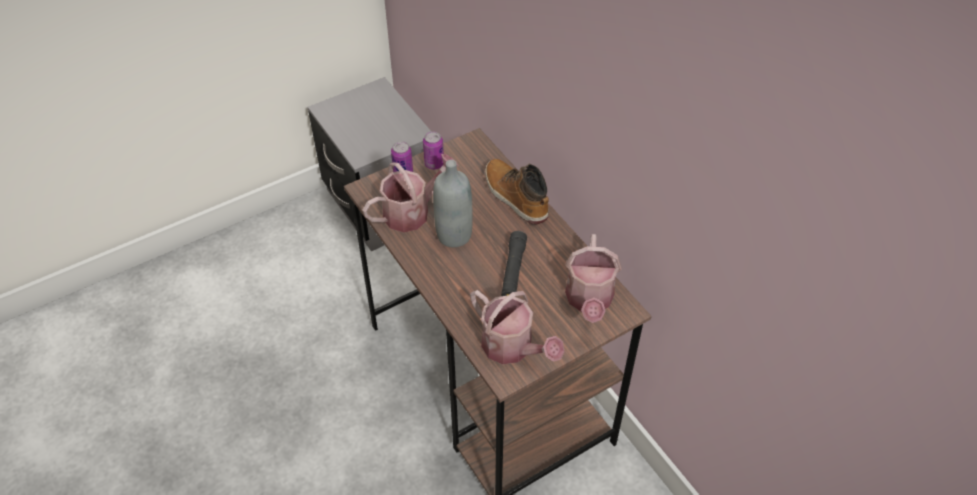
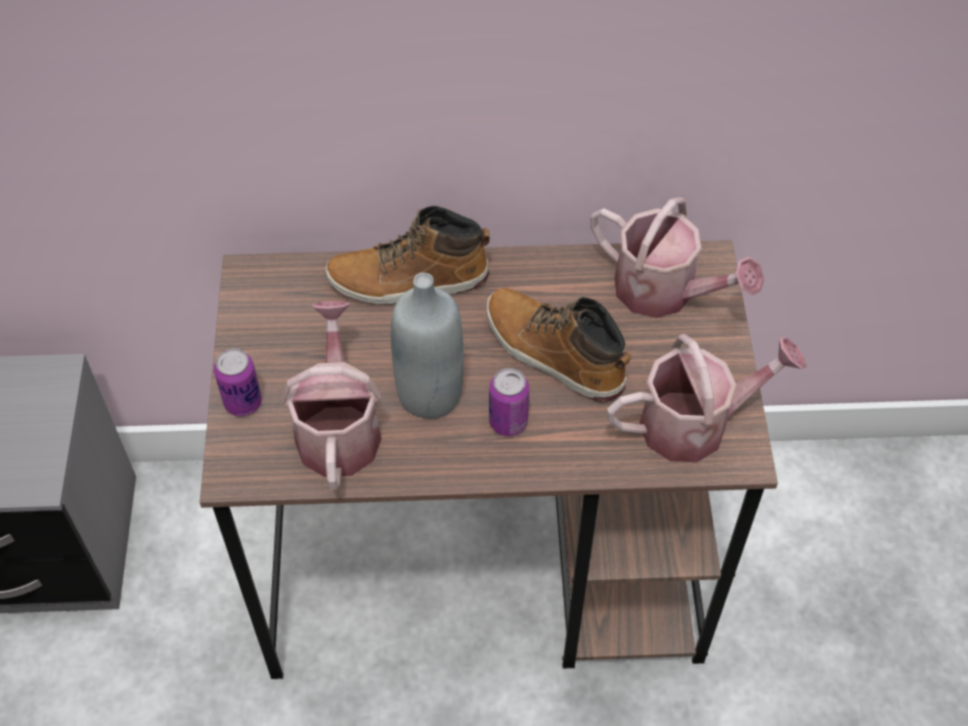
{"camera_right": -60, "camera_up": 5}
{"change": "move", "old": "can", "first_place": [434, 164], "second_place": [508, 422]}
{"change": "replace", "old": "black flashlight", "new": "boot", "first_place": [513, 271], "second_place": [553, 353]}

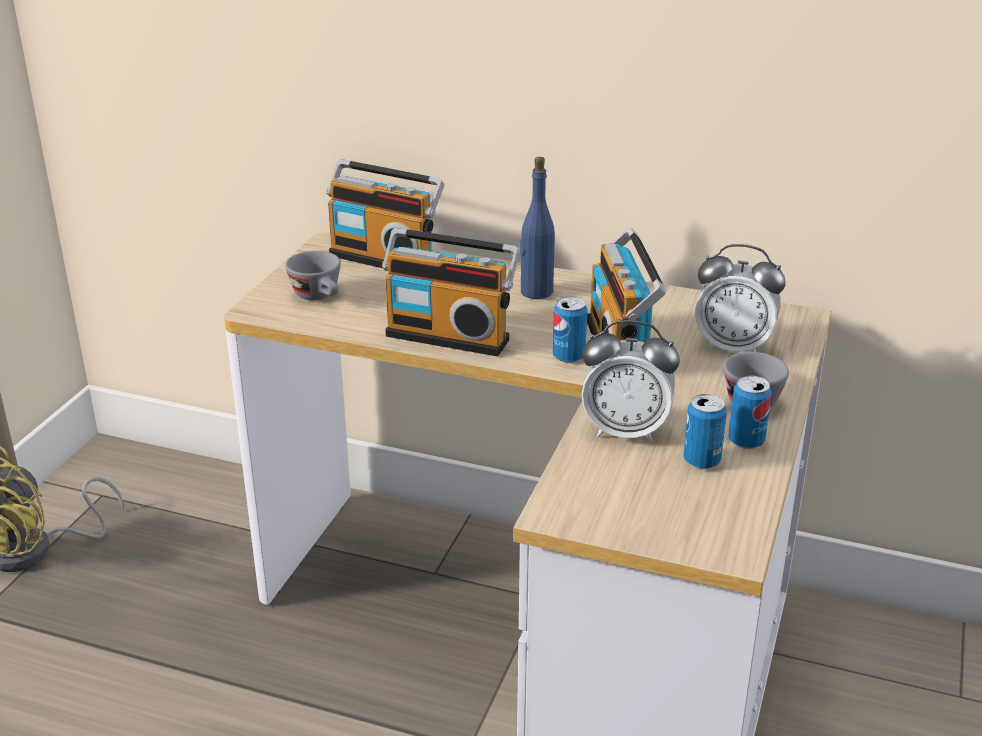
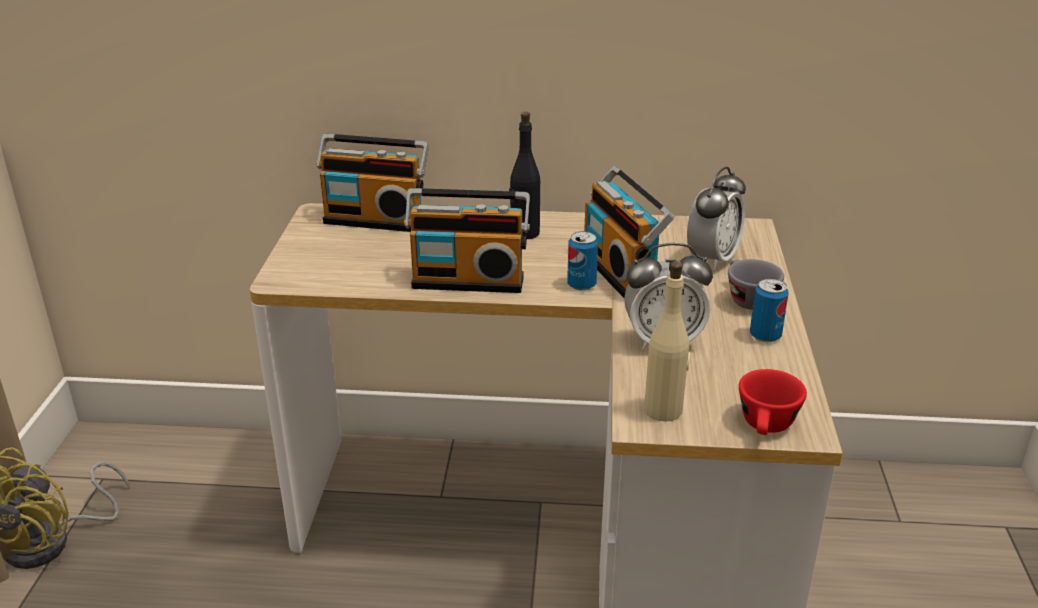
{"camera_right": -15, "camera_up": 0}
{"change": "delete", "old": "grey cup", "first_place": [320, 296]}
{"change": "delete", "old": "can", "first_place": [701, 461]}
{"change": "insert", "new": "beige bottle", "second_place": [664, 410]}
{"change": "insert", "new": "red cup", "second_place": [767, 427]}
{"change": "recolor", "old": "blue bottle", "new": "black bottle", "first_place": [536, 292], "second_place": [524, 233]}
{"change": "rotate", "old": "alarm clock", "first_place": [733, 347], "second_place": [712, 259], "degrees": -60}

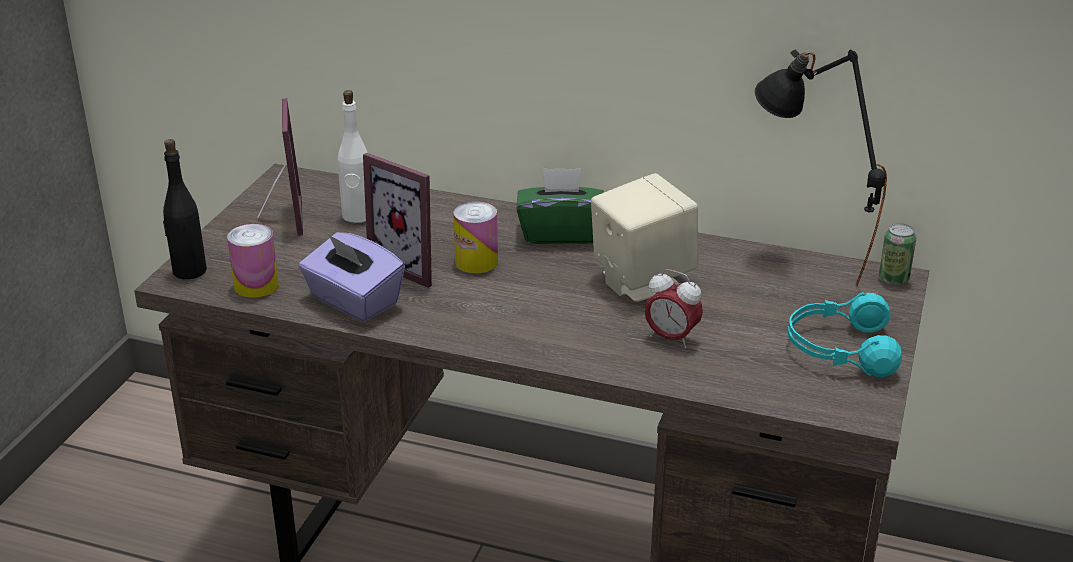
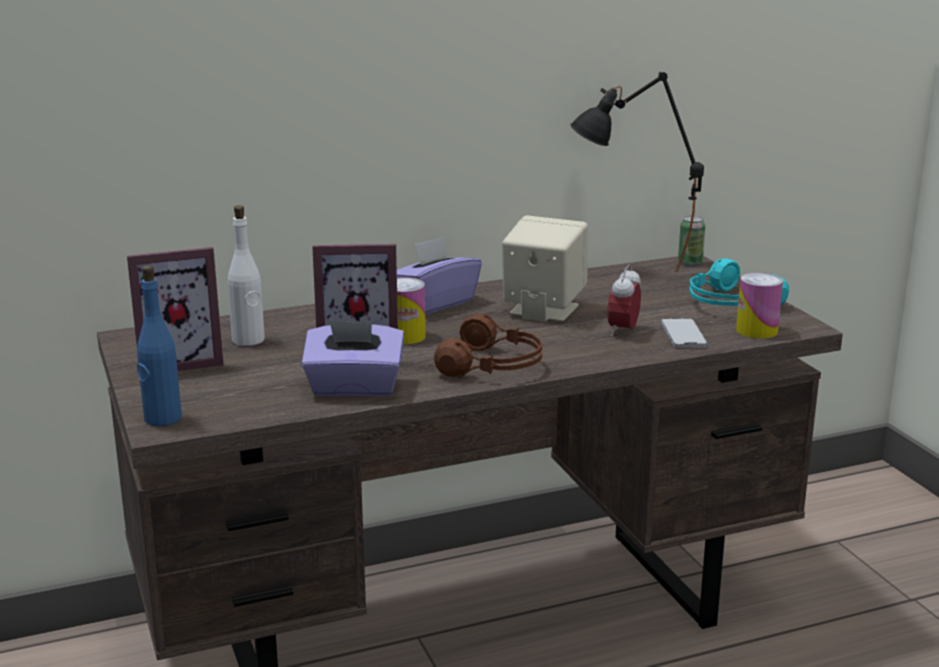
{"camera_right": -40, "camera_up": -10}
{"change": "insert", "new": "brown headphones", "second_place": [493, 366]}
{"change": "insert", "new": "phone", "second_place": [683, 334]}
{"change": "move", "old": "can", "first_place": [256, 285], "second_place": [756, 330]}
{"change": "recolor", "old": "black bottle", "new": "blue bottle", "first_place": [189, 271], "second_place": [162, 419]}
{"change": "recolor", "old": "green tissue box", "new": "purple tissue box", "first_place": [561, 233], "second_place": [434, 303]}
{"change": "rotate", "old": "picture frame", "first_place": [280, 218], "second_place": [179, 362], "degrees": 120}
{"change": "rotate", "old": "alarm clock", "first_place": [671, 338], "second_place": [623, 331], "degrees": 120}

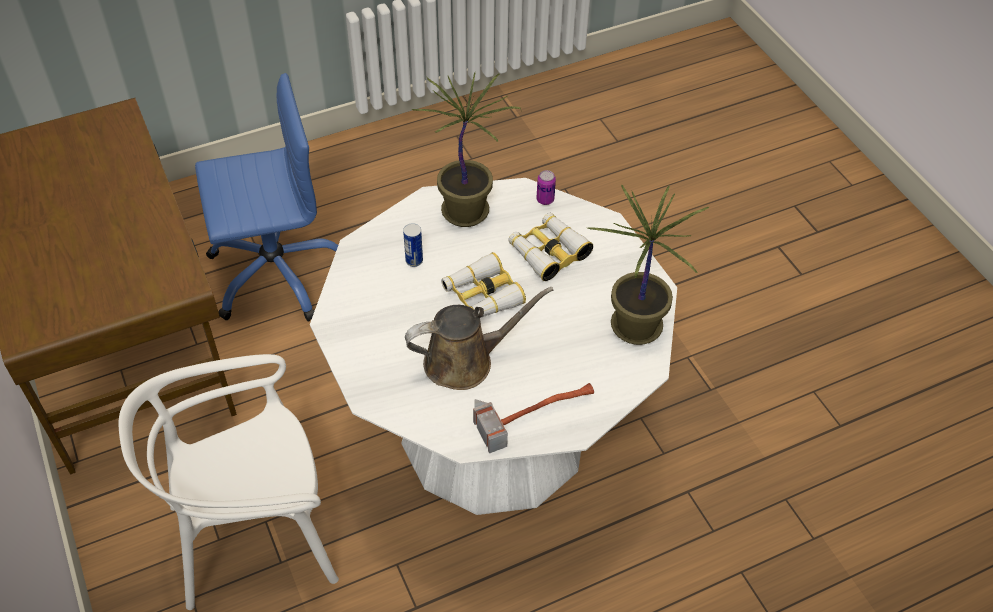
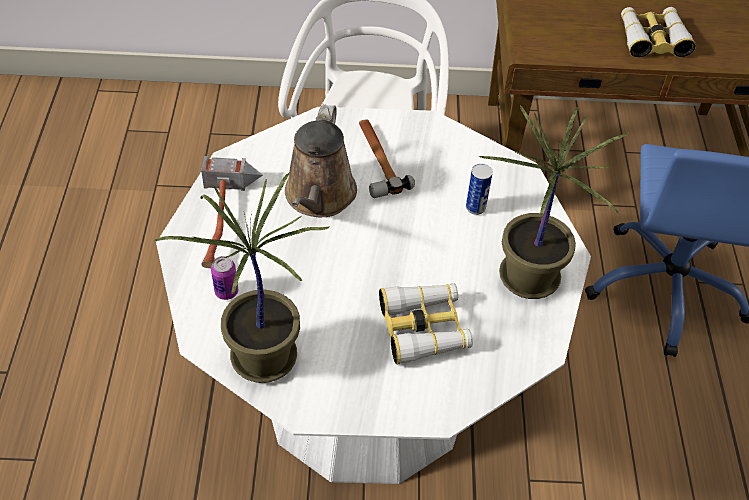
{"camera_right": 115, "camera_up": 0}
{"change": "insert", "new": "hammer", "second_place": [377, 160]}
{"change": "move", "old": "binoculars", "first_place": [482, 296], "second_place": [652, 39]}
{"change": "move", "old": "can", "first_place": [545, 200], "second_place": [226, 291]}

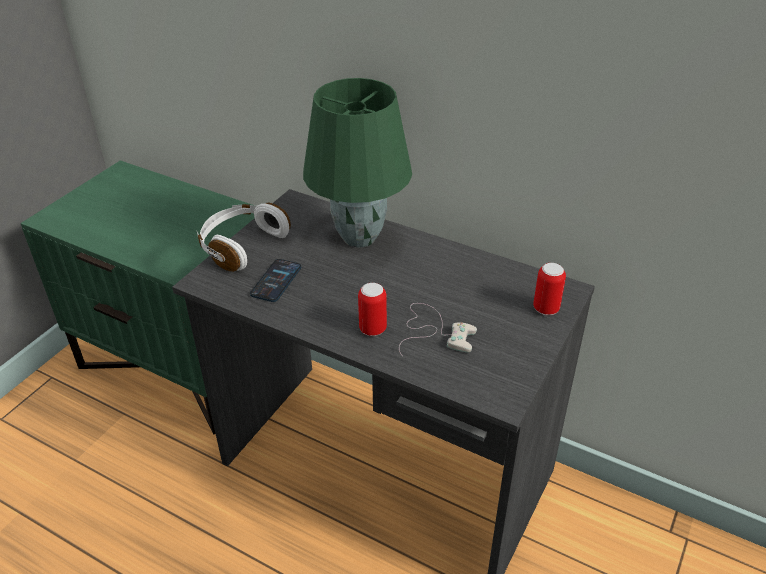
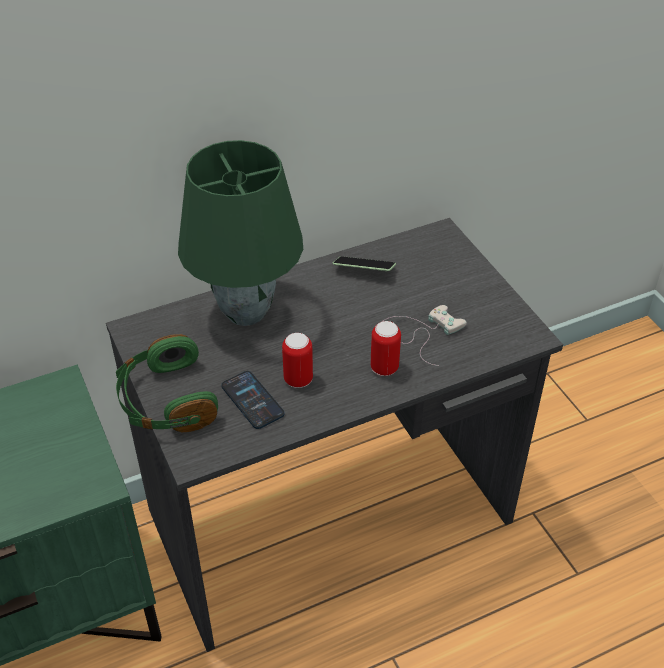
{"camera_right": -55, "camera_up": 5}
{"change": "insert", "new": "phone", "second_place": [364, 270]}
{"change": "move", "old": "can", "first_place": [546, 308], "second_place": [298, 379]}
{"change": "recolor", "old": "white headphones", "new": "green headphones", "first_place": [241, 245], "second_place": [166, 401]}

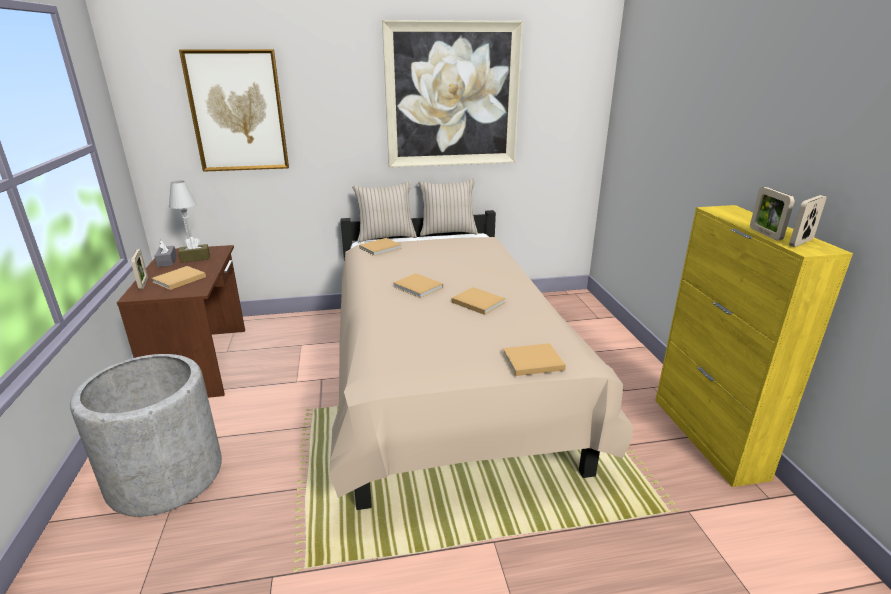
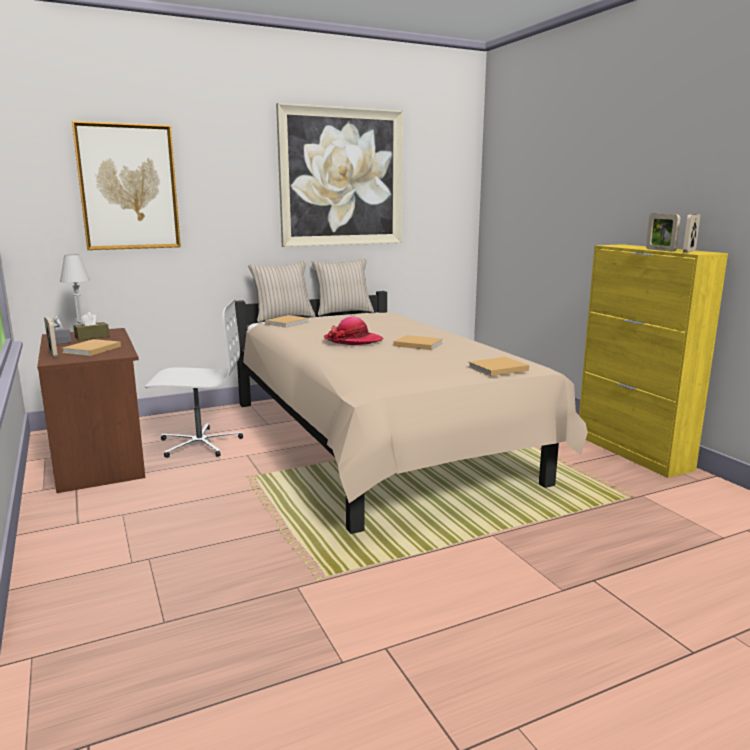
{"camera_right": -15, "camera_up": -10}
{"change": "delete", "old": "grey planter", "first_place": [165, 476]}
{"change": "insert", "new": "white office chair", "second_place": [199, 443]}
{"change": "replace", "old": "beige book", "new": "hat", "first_place": [419, 287], "second_place": [353, 340]}

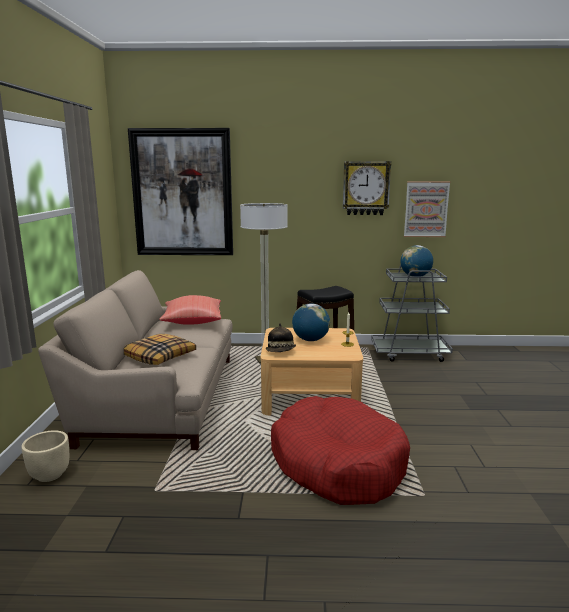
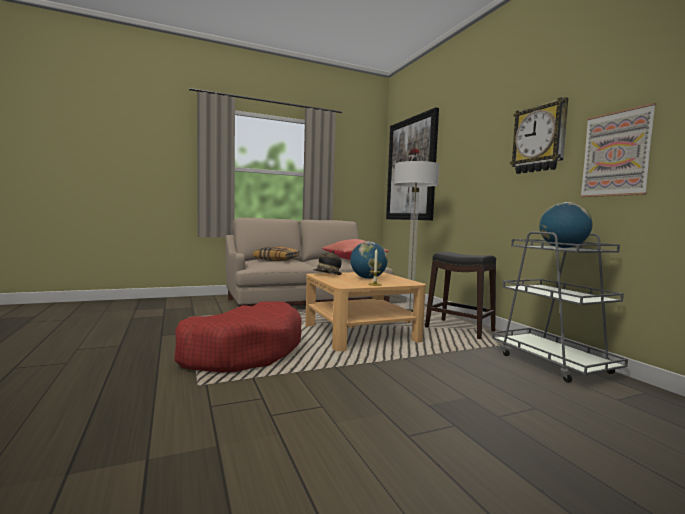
{"camera_right": 65, "camera_up": -10}
{"change": "delete", "old": "beige planter", "first_place": [49, 474]}

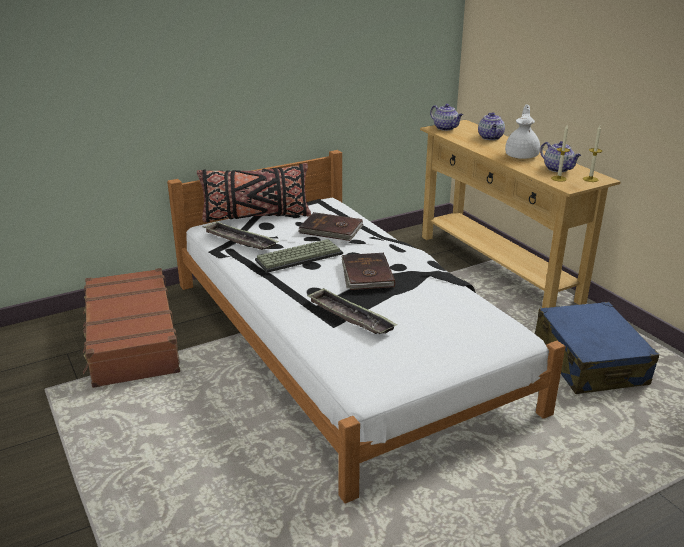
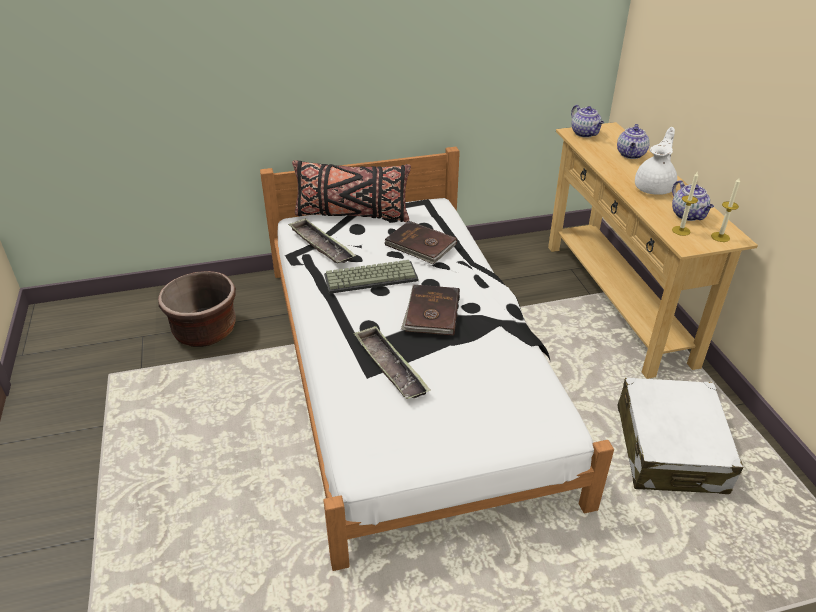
{"camera_right": 15, "camera_up": 10}
{"change": "replace", "old": "brown suitcase", "new": "brown planter", "first_place": [131, 340], "second_place": [205, 331]}
{"change": "recolor", "old": "blue suitcase", "new": "white suitcase", "first_place": [589, 362], "second_place": [670, 449]}

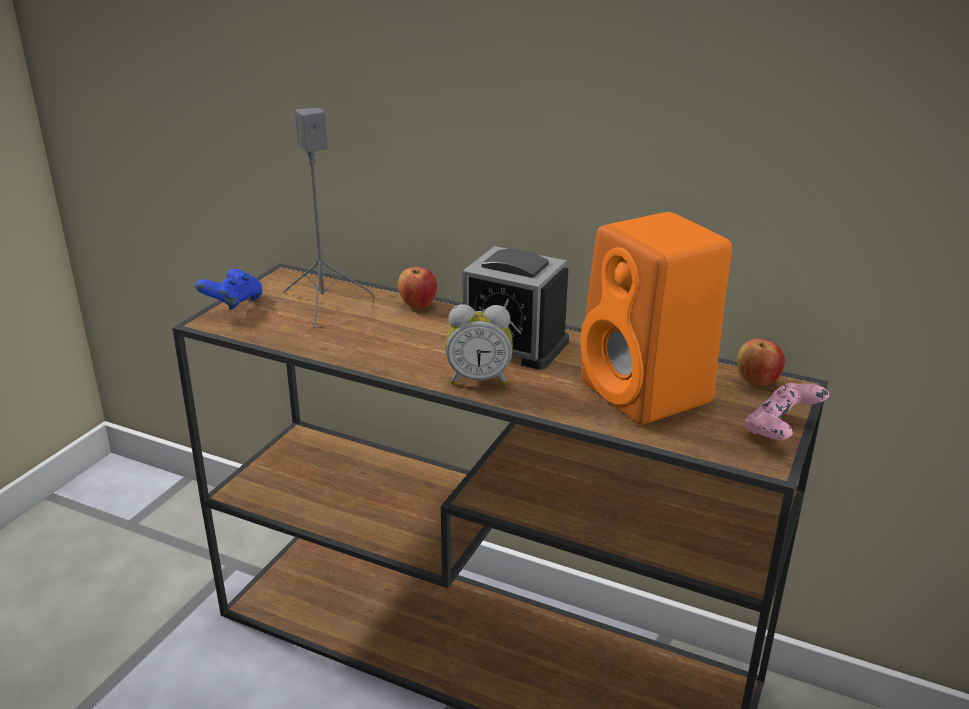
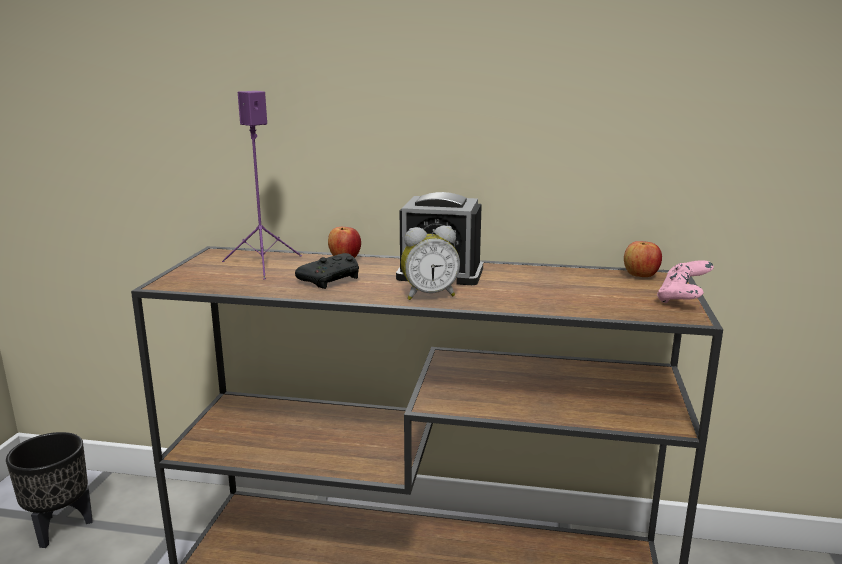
{"camera_right": -15, "camera_up": -10}
{"change": "delete", "old": "blue game controller", "first_place": [233, 304]}
{"change": "delete", "old": "orange speaker", "first_place": [649, 394]}
{"change": "insert", "new": "black planter", "second_place": [59, 529]}
{"change": "insert", "new": "black game controller", "second_place": [332, 280]}
{"change": "recolor", "old": "grey speaker", "new": "purple speaker", "first_place": [324, 304], "second_place": [263, 265]}

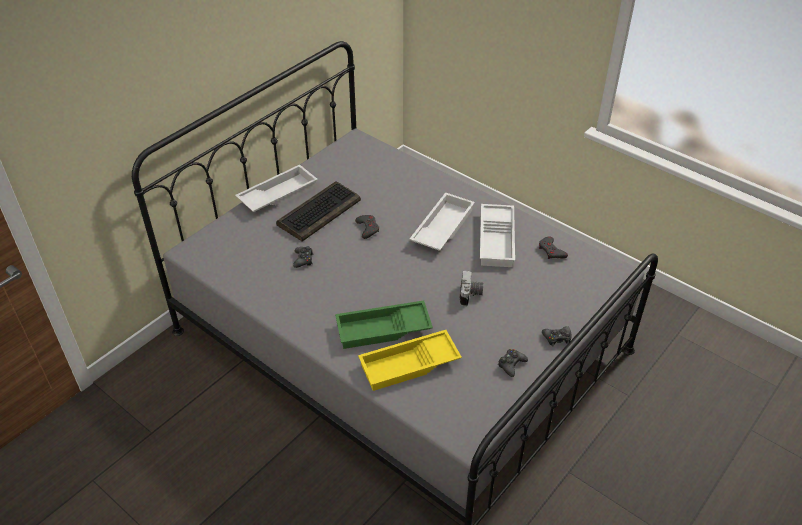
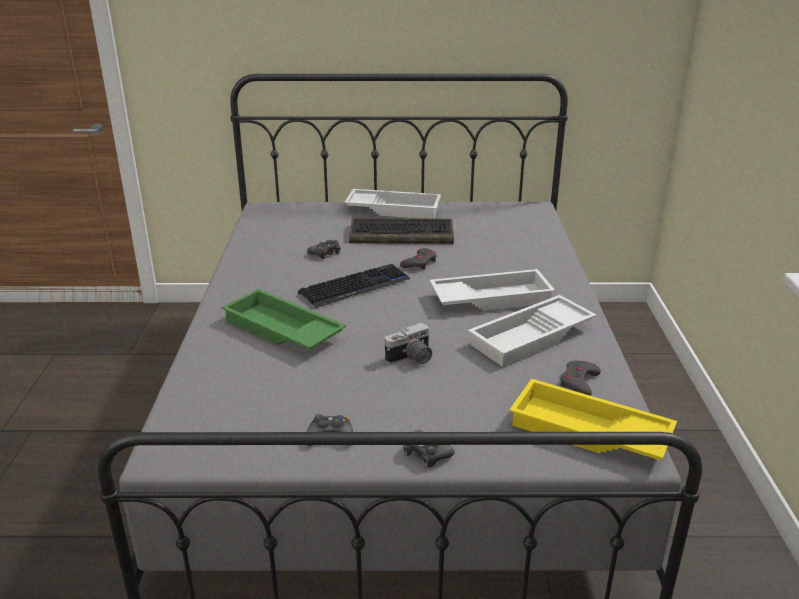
{"camera_right": 50, "camera_up": -15}
{"change": "insert", "new": "keyboard", "second_place": [355, 287]}
{"change": "move", "old": "yellow tray", "first_place": [409, 366], "second_place": [587, 432]}

